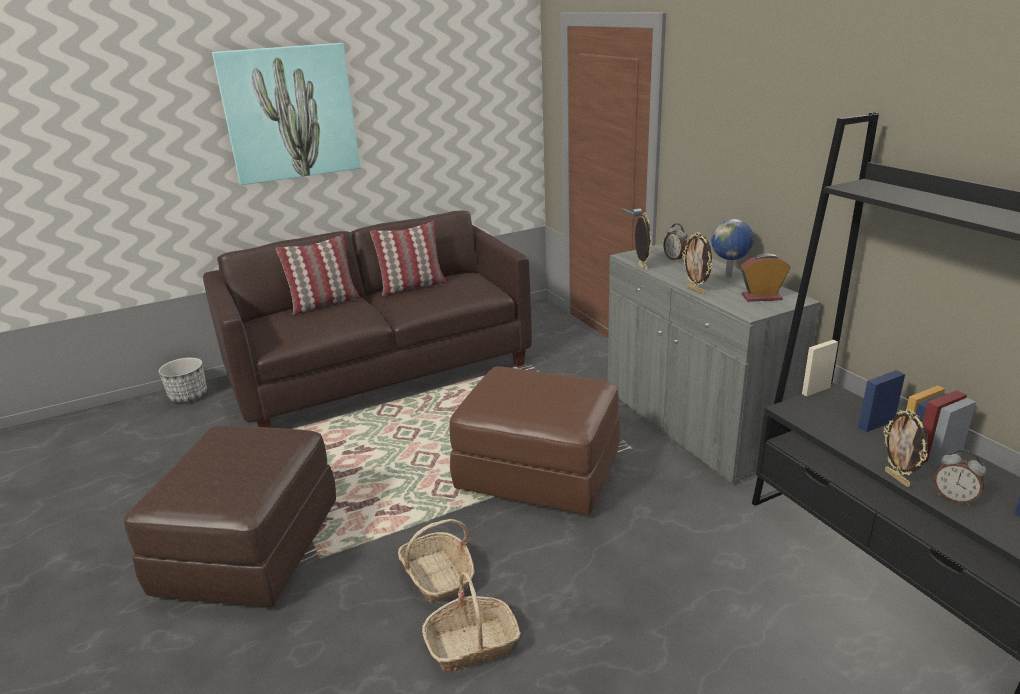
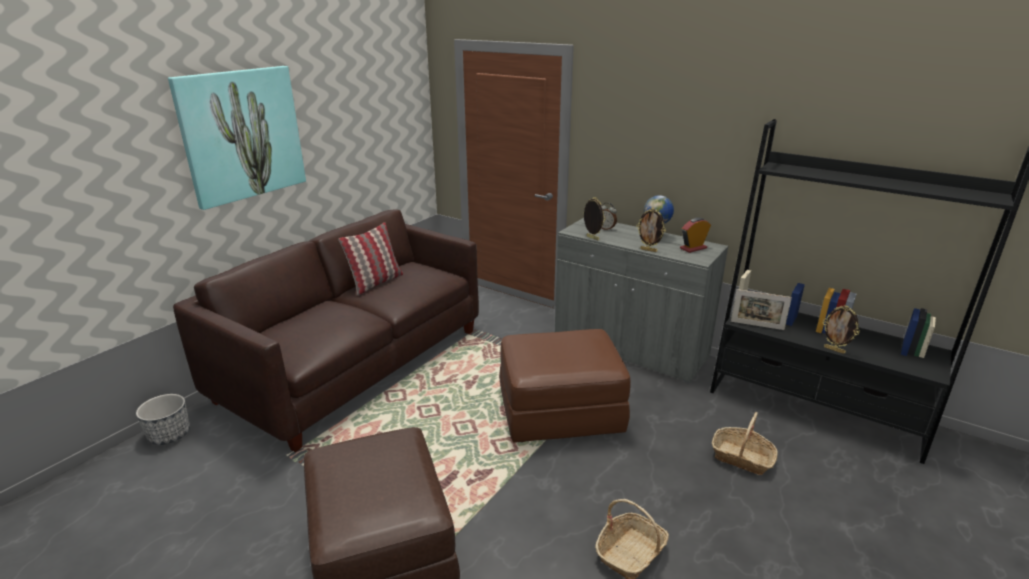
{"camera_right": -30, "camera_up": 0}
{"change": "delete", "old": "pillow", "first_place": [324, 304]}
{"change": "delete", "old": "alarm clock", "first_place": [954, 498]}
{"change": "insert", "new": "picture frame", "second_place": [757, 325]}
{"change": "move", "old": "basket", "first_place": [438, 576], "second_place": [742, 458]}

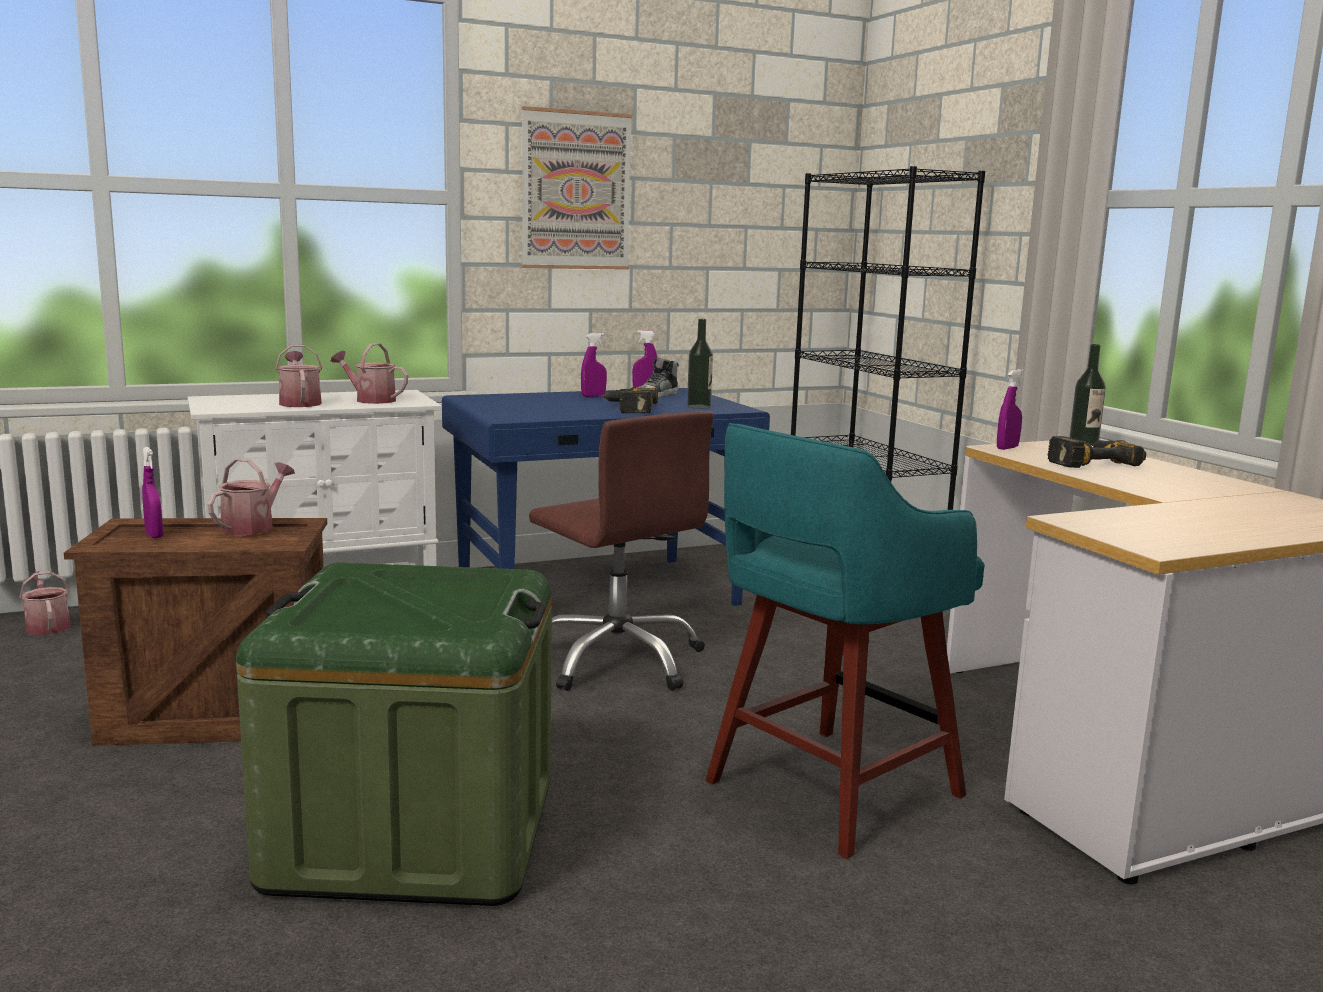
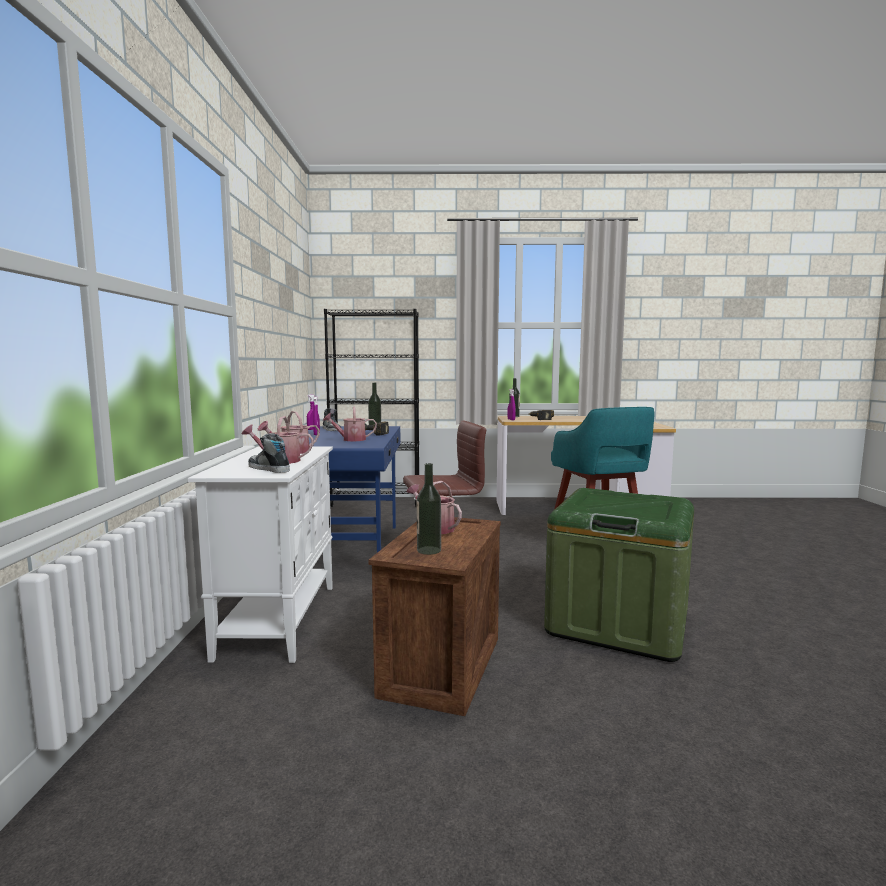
{"camera_right": -65, "camera_up": -5}
{"change": "delete", "old": "picture", "first_place": [575, 191]}
{"change": "insert", "new": "shoe", "second_place": [268, 469]}
{"change": "move", "old": "watering can", "first_place": [47, 625], "second_place": [350, 439]}
{"change": "replace", "old": "purple spray bottle", "new": "bottle", "first_place": [154, 535], "second_place": [429, 550]}

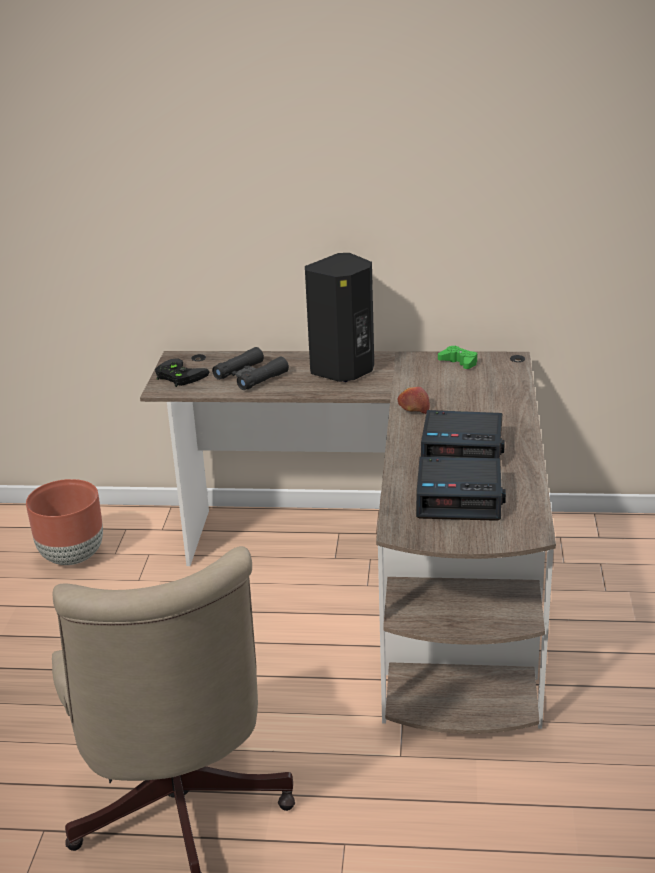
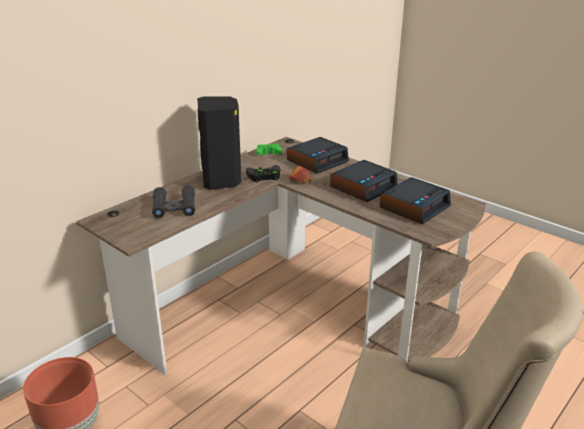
{"camera_right": -55, "camera_up": 0}
{"change": "insert", "new": "alarm clock", "second_place": [317, 161]}
{"change": "move", "old": "black game controller", "first_place": [178, 376], "second_place": [263, 176]}

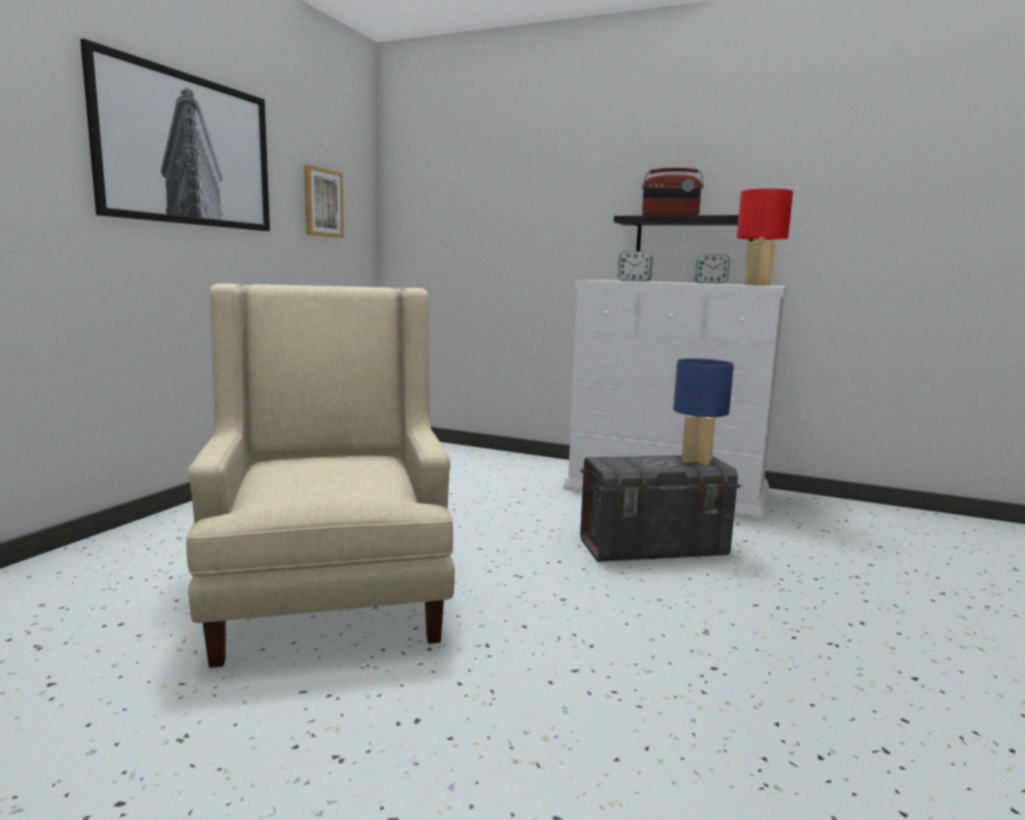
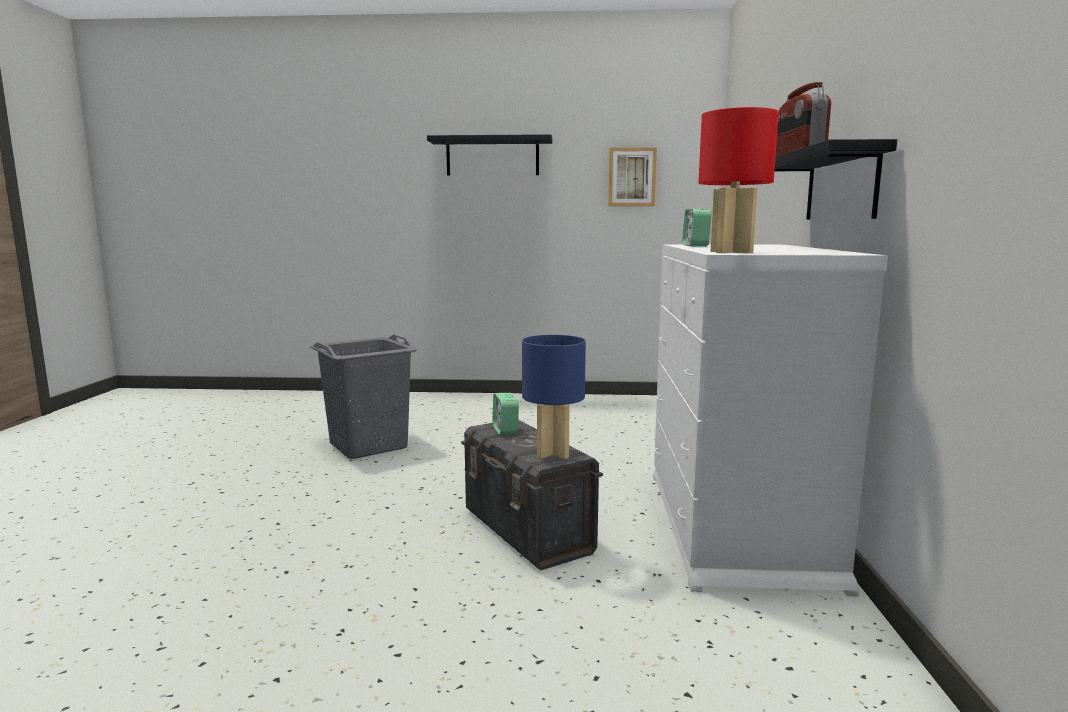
{"camera_right": 70, "camera_up": 0}
{"change": "move", "old": "alarm clock", "first_place": [710, 283], "second_place": [505, 430]}
{"change": "replace", "old": "picture", "new": "black shelf", "first_place": [188, 150], "second_place": [492, 157]}
{"change": "replace", "old": "beige armchair", "new": "grey laundry basket", "first_place": [329, 589], "second_place": [369, 446]}

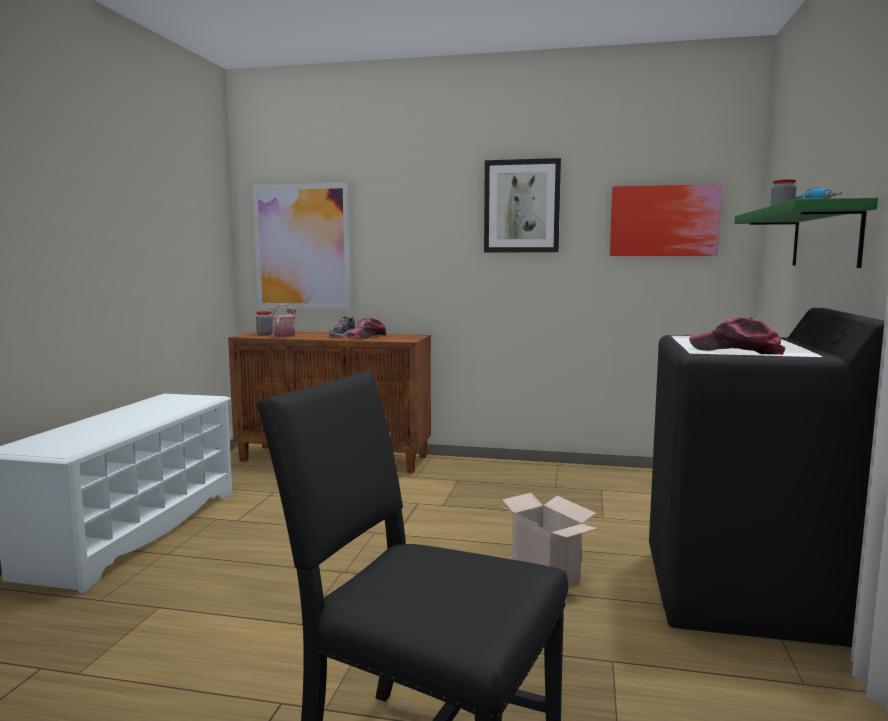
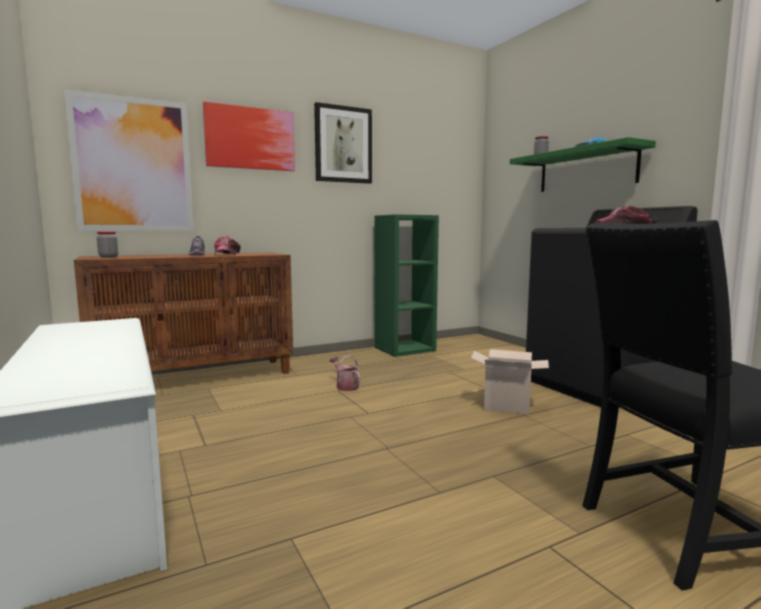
{"camera_right": -40, "camera_up": 0}
{"change": "insert", "new": "green bookcase", "second_place": [405, 349]}
{"change": "move", "old": "watering can", "first_place": [285, 335], "second_place": [345, 386]}
{"change": "move", "old": "picture", "first_place": [664, 221], "second_place": [250, 138]}

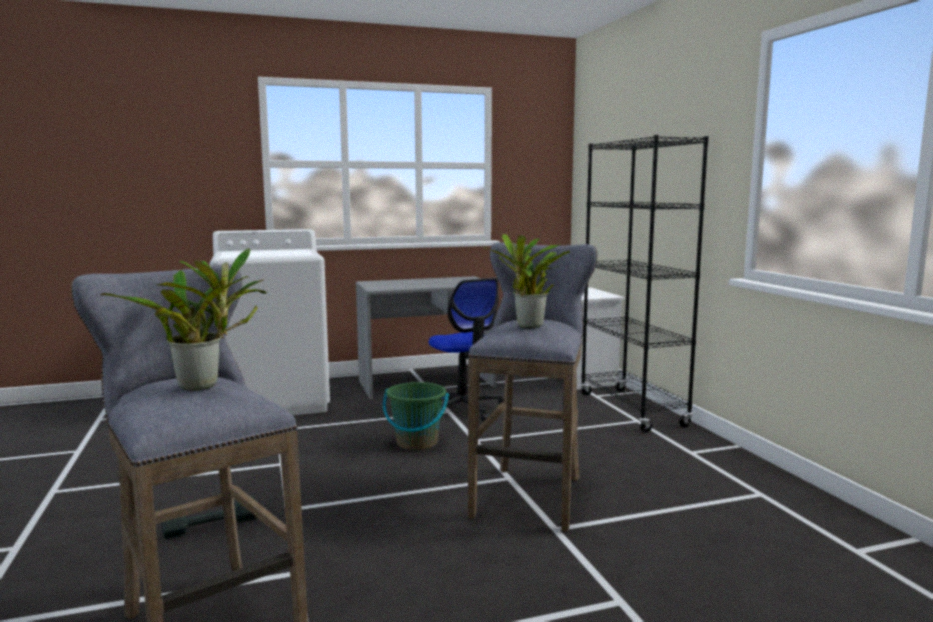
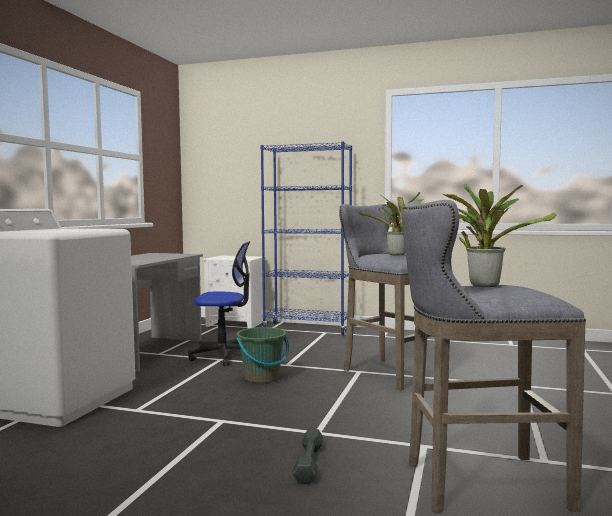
{"camera_right": -55, "camera_up": -5}
{"change": "recolor", "old": "black bookcase", "new": "blue bookcase", "first_place": [632, 410], "second_place": [307, 329]}

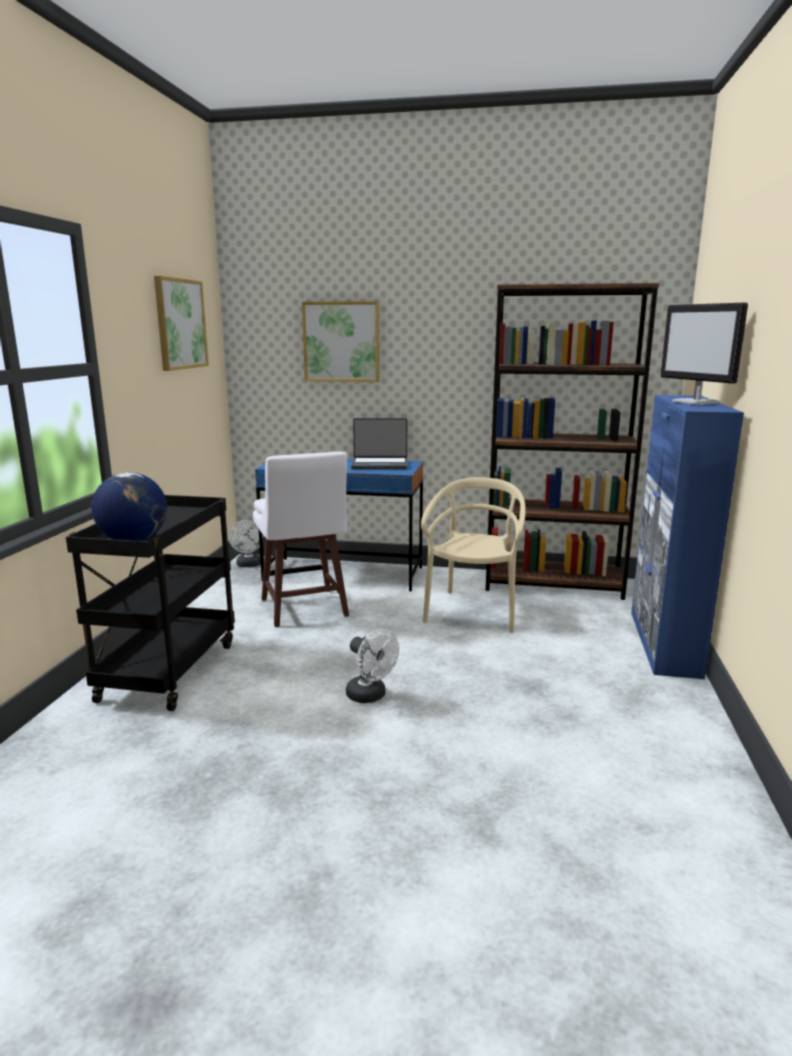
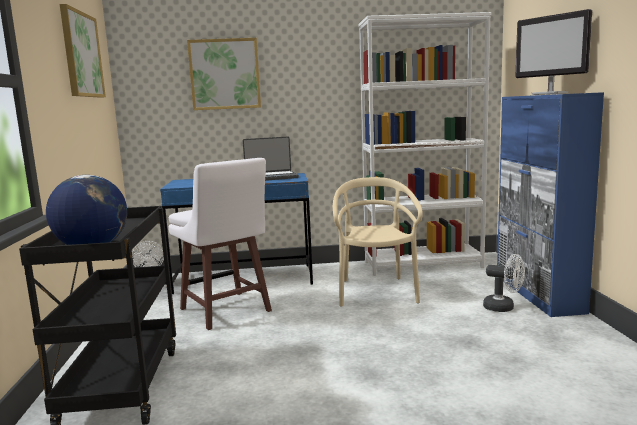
{"camera_right": -15, "camera_up": -5}
{"change": "move", "old": "white fan", "first_place": [370, 696], "second_place": [504, 308]}
{"change": "recolor", "old": "brown bookcase", "new": "white bookcase", "first_place": [553, 585], "second_place": [423, 264]}

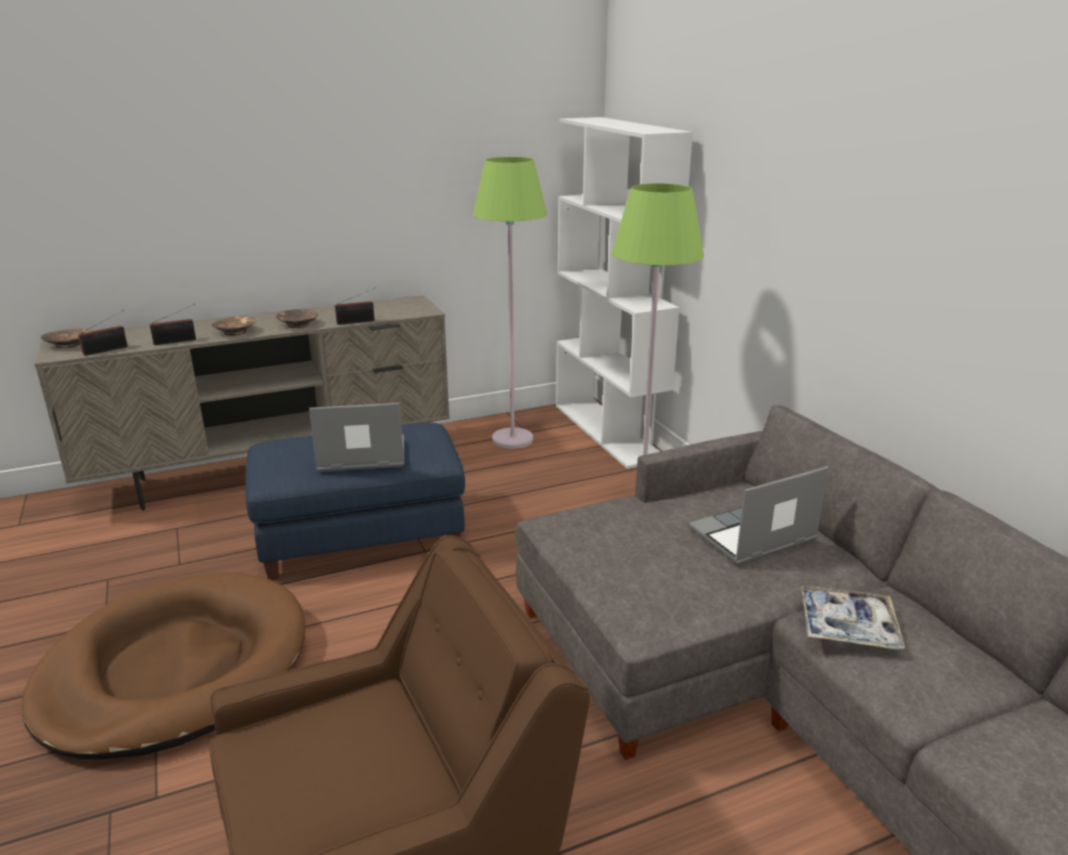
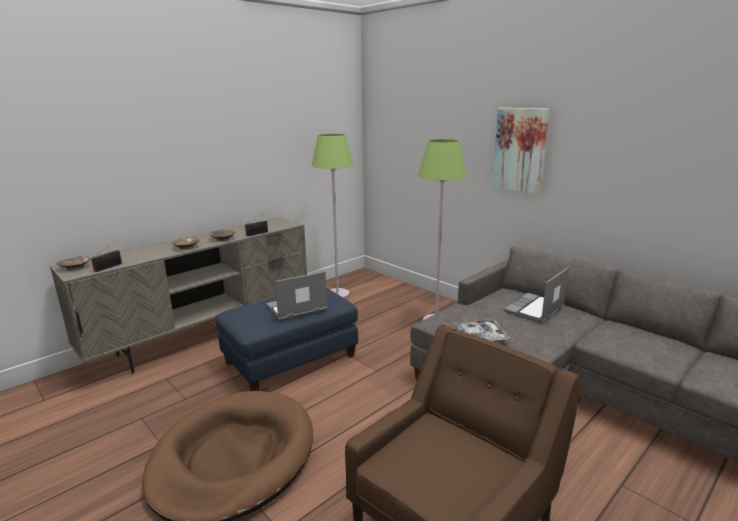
{"camera_right": -20, "camera_up": -5}
{"change": "delete", "old": "radio", "first_place": [177, 341]}
{"change": "delete", "old": "white bookcase", "first_place": [609, 431]}
{"change": "insert", "new": "picture", "second_place": [520, 150]}
{"change": "move", "old": "tray", "first_place": [847, 626], "second_place": [480, 336]}

